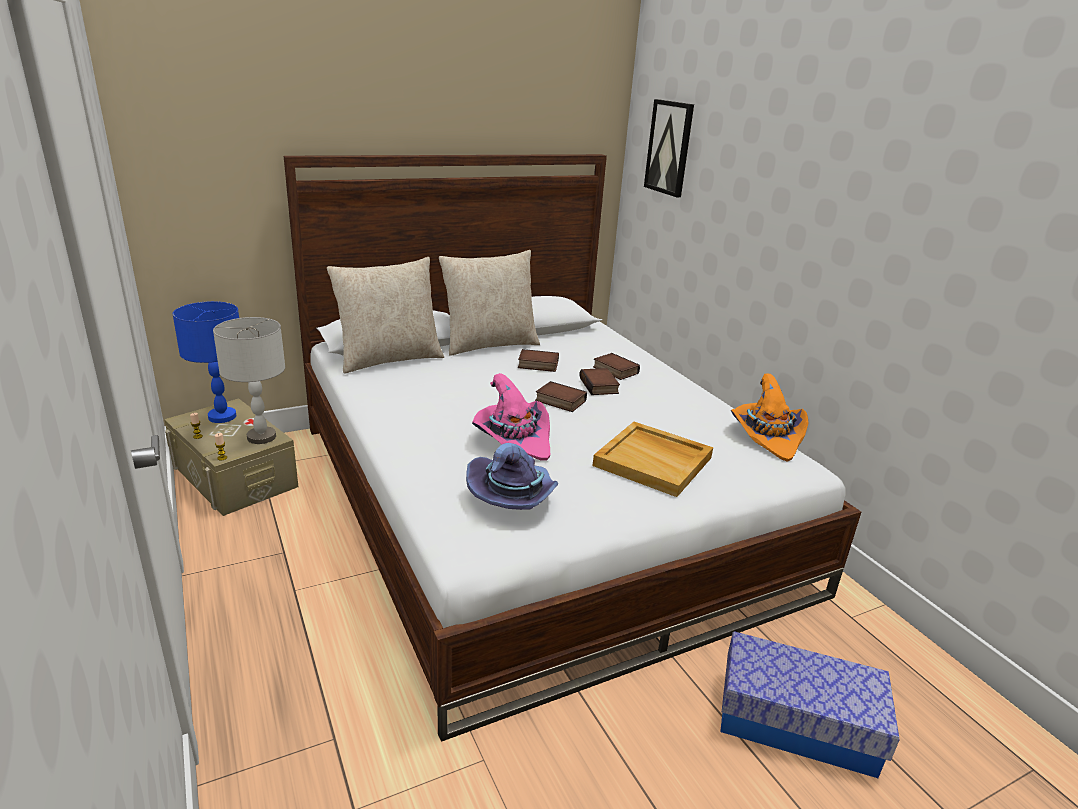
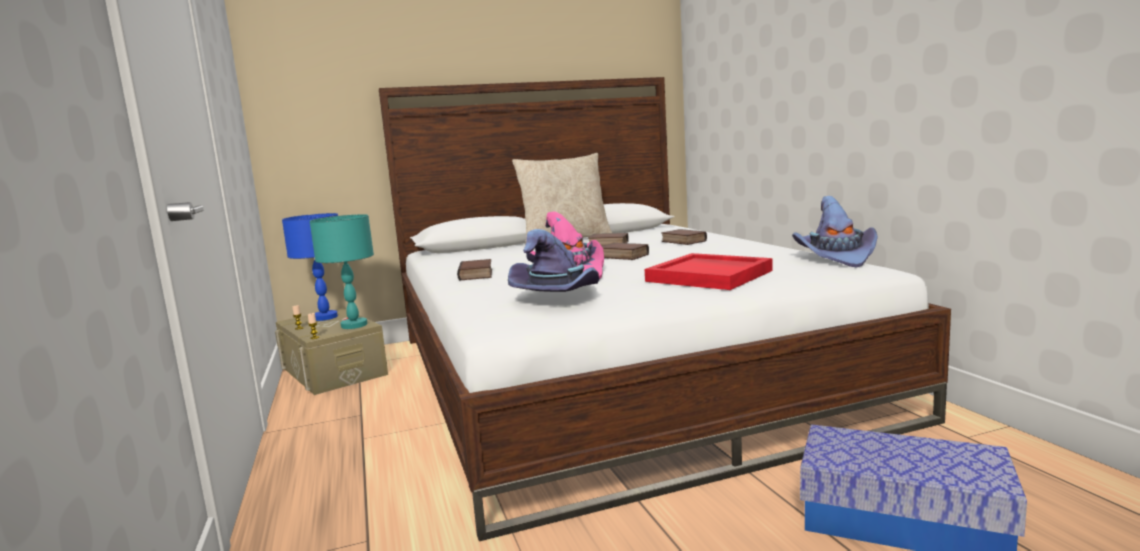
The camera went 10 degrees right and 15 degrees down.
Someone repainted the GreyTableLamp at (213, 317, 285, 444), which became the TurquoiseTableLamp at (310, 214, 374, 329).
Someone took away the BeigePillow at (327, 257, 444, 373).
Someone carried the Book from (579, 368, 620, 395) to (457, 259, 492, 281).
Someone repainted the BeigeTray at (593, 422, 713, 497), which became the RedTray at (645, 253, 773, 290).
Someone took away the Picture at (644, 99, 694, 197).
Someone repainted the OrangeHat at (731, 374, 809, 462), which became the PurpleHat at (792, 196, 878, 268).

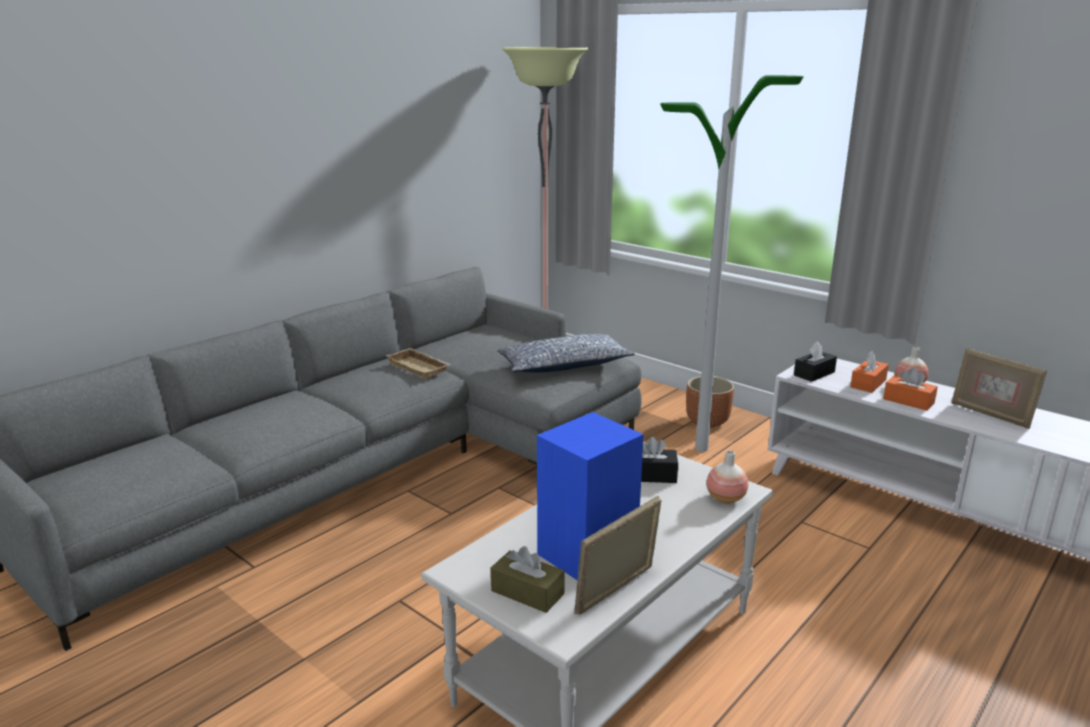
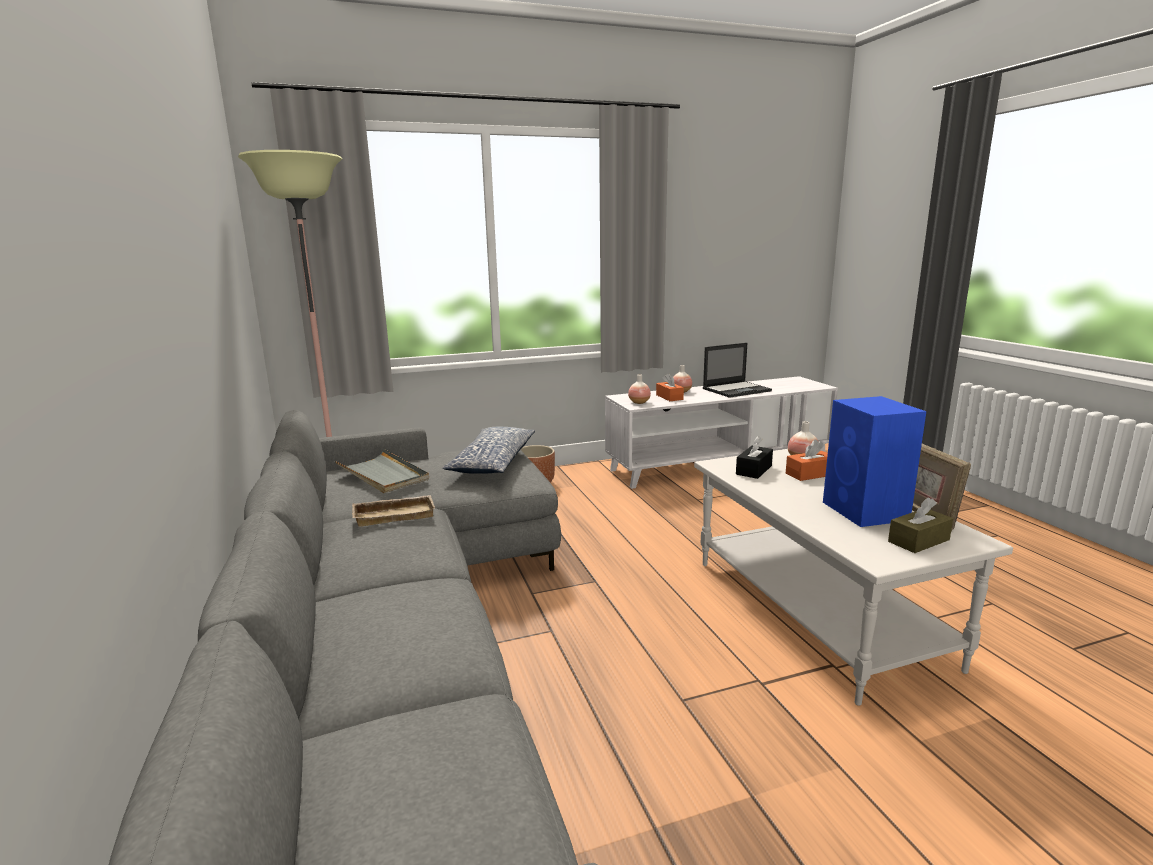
The camera went 60 degrees left and 5 degrees down.
Someone took away the FloorLamp at (660, 75, 804, 452).
Someone swapped the BlackTissueBox at (794, 341, 837, 382) for the Vase at (628, 374, 651, 404).
Someone carried the OrangeTissueBox from (883, 368, 938, 411) to (786, 439, 828, 481).
Someone swapped the PictureFrame at (951, 348, 1047, 429) for the Laptop at (703, 343, 772, 398).
Someone put down the GreyTray at (335, 449, 429, 493).

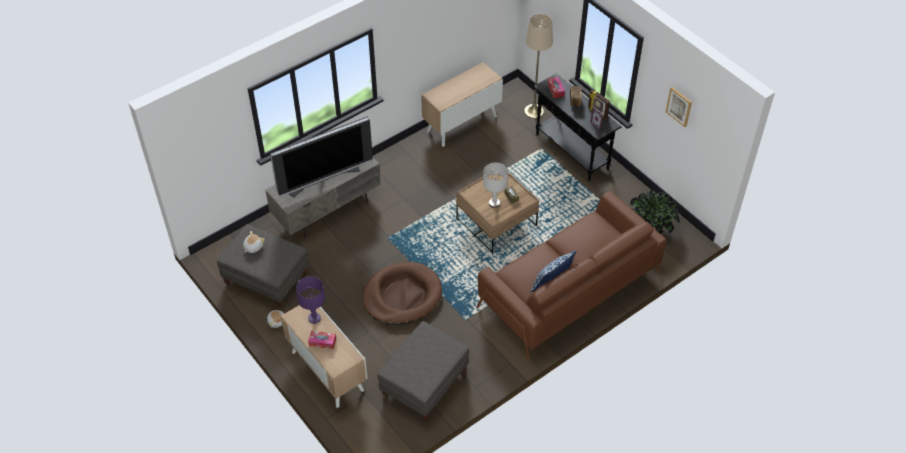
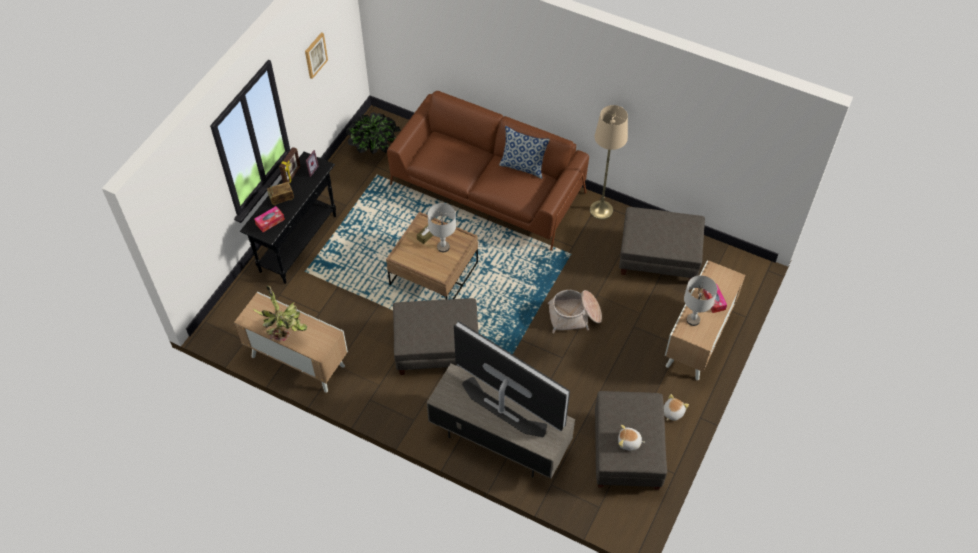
The camera went 115 degrees left and 5 degrees up.
Someone repainted the PurpleTableLamp at (296, 276, 325, 324), which became the GreyTableLamp at (684, 275, 717, 326).
Someone swapped the BrownDogBed at (362, 262, 442, 325) for the Basket at (548, 290, 602, 333).
Someone carried the BeigeFloorLamp from (524, 14, 553, 119) to (590, 105, 628, 220).
Someone put down the PottedPlant at (253, 286, 307, 342).
Someone put down the GreyOttoman at (393, 298, 479, 375).

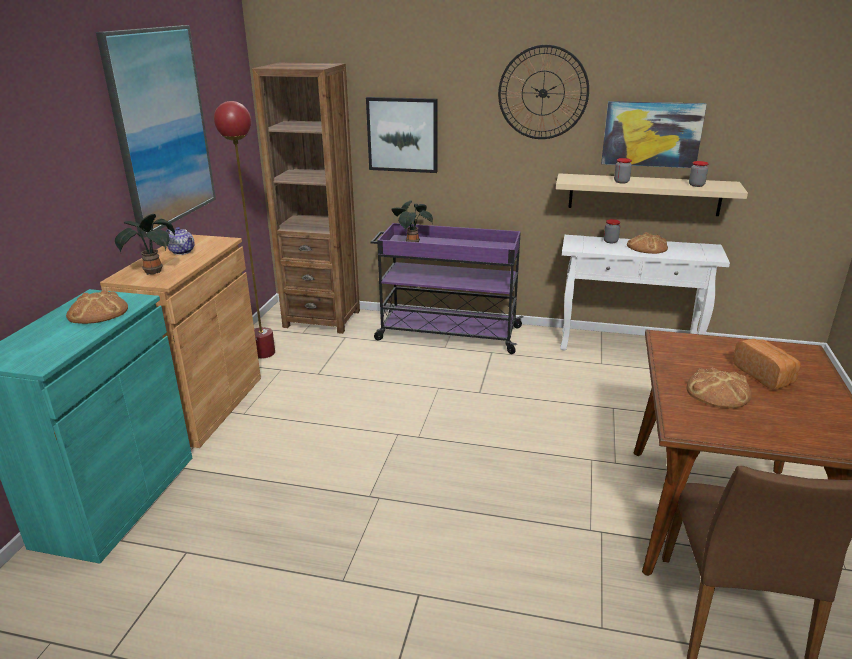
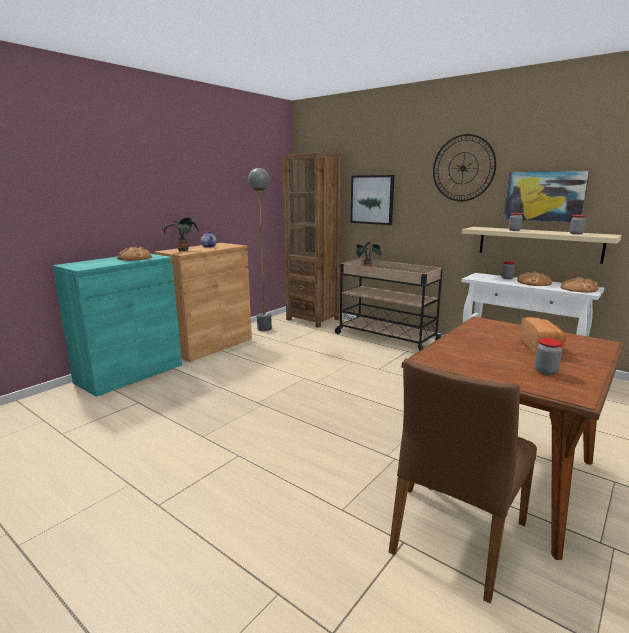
The camera went 25 degrees right and 10 degrees down.
Someone took away the Picture at (96, 25, 216, 238).
Someone repainted the RedFloorLamp at (214, 101, 275, 359), which became the GreyFloorLamp at (248, 168, 272, 331).
Someone repainted the PurpleCart at (371, 223, 523, 354), which became the BeigeCart at (335, 258, 444, 351).
Someone carried the Bread from (686, 368, 752, 408) to (560, 277, 598, 293).
Someone put down the Jar at (534, 338, 562, 375).

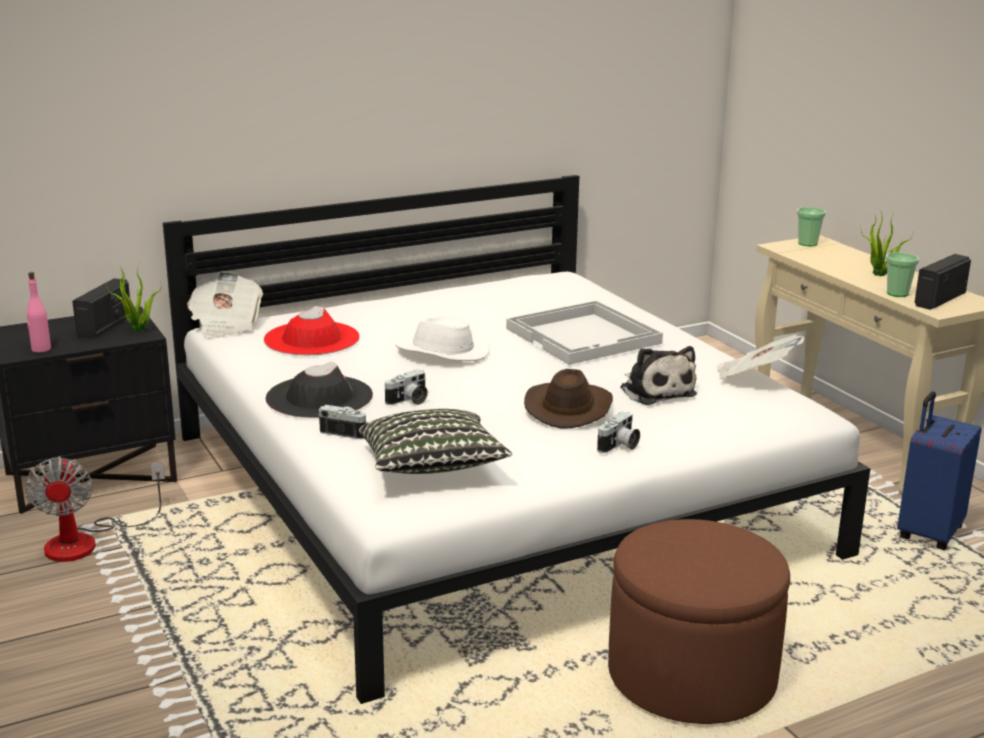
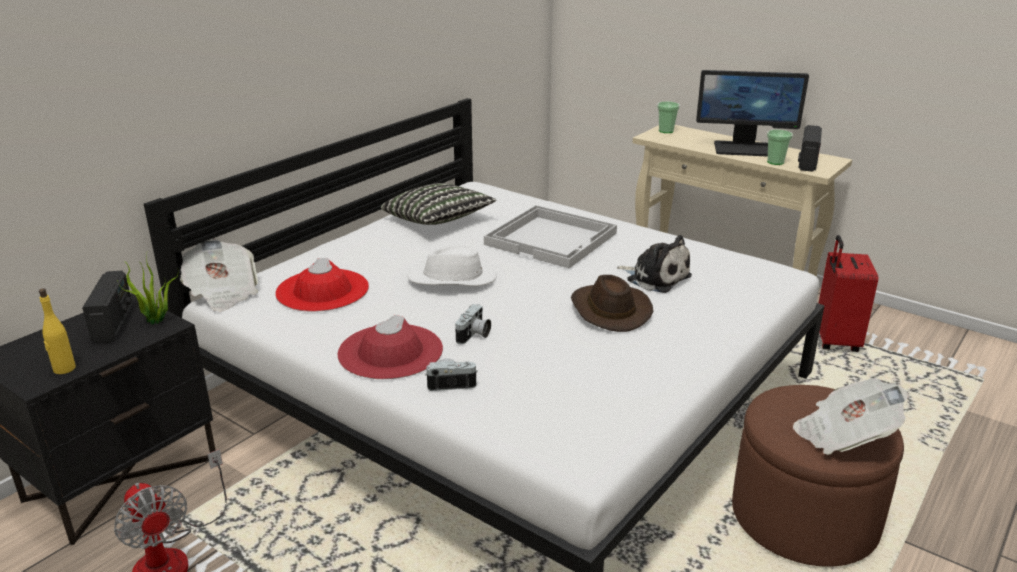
The camera went 25 degrees left and 5 degrees up.
Someone repainted the PinkBottle at (27, 272, 51, 352), which became the YellowBottle at (39, 288, 76, 374).
Someone repainted the BlackHat at (266, 362, 373, 418), which became the RedHat at (338, 315, 443, 379).
Someone carried the Pillow from (359, 409, 512, 474) to (381, 183, 497, 225).
Someone took away the PhotoCamera at (597, 411, 640, 453).
Someone carried the Newspaper from (717, 334, 804, 379) to (793, 378, 909, 455).
Someone swapped the PottedPlant at (861, 210, 913, 276) for the Monitor at (696, 70, 809, 157).
Someone repainted the BlueSuitcase at (897, 392, 981, 550), which became the RedSuitcase at (818, 235, 878, 352).

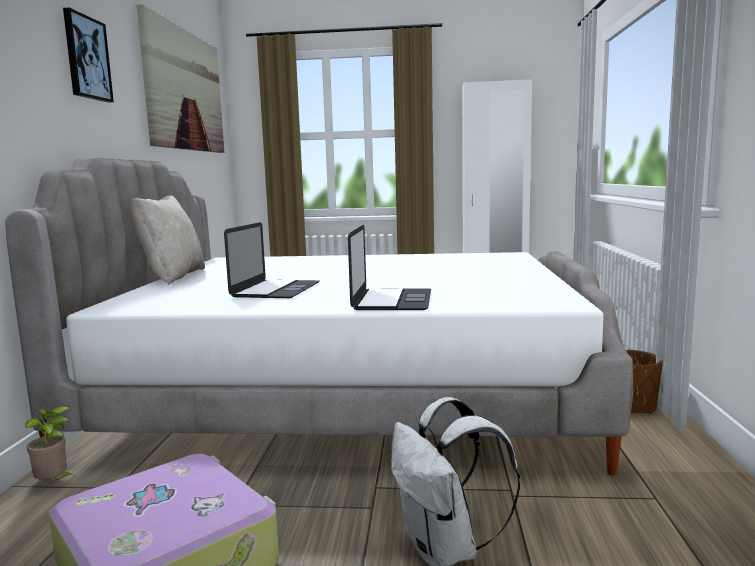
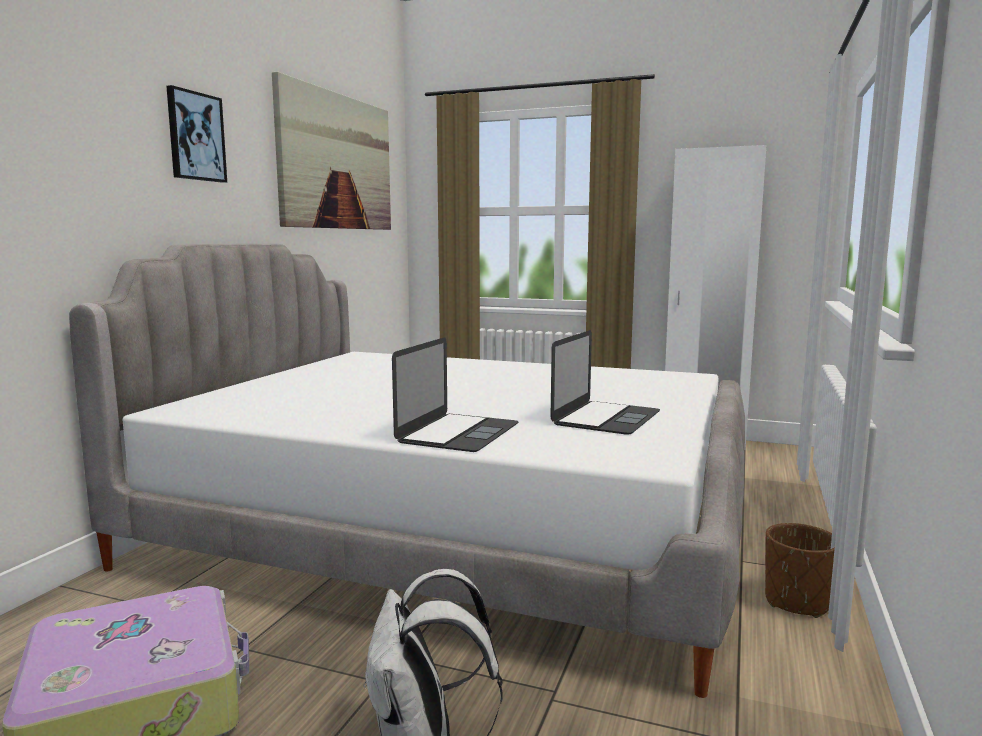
The camera went 15 degrees right and 0 degrees up.
Someone took away the PottedPlant at (25, 406, 77, 480).
Someone took away the BeigePillow at (130, 195, 205, 285).
Someone carried the Laptop from (224, 222, 320, 298) to (551, 330, 660, 435).

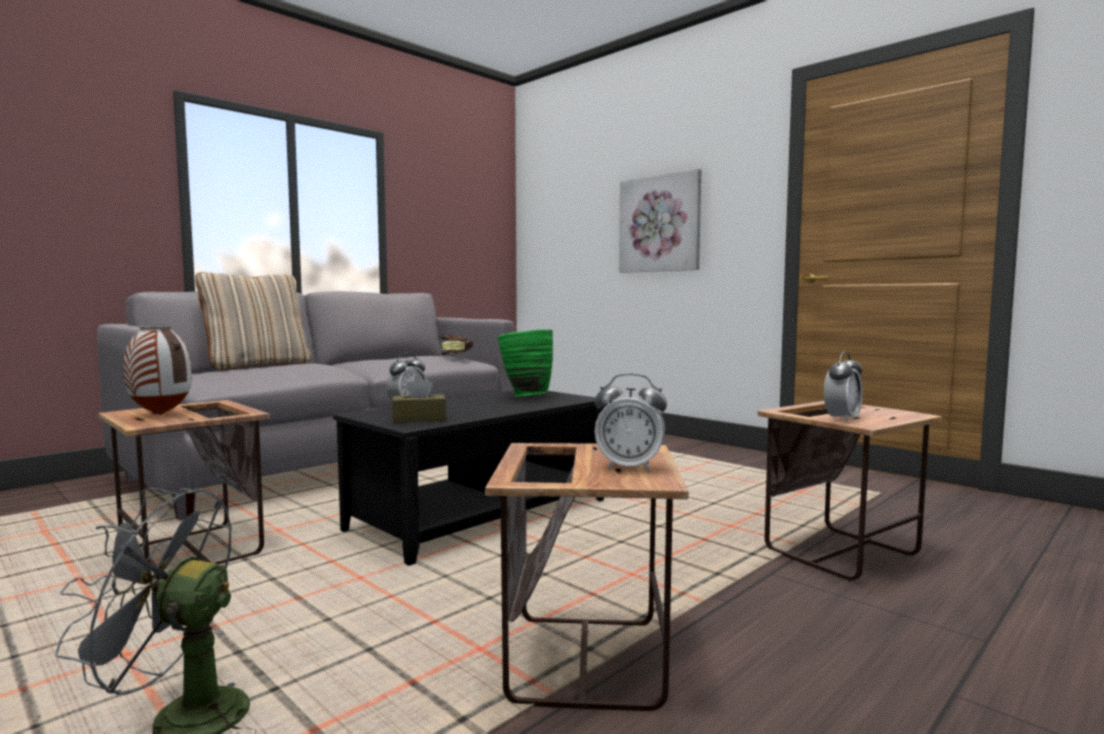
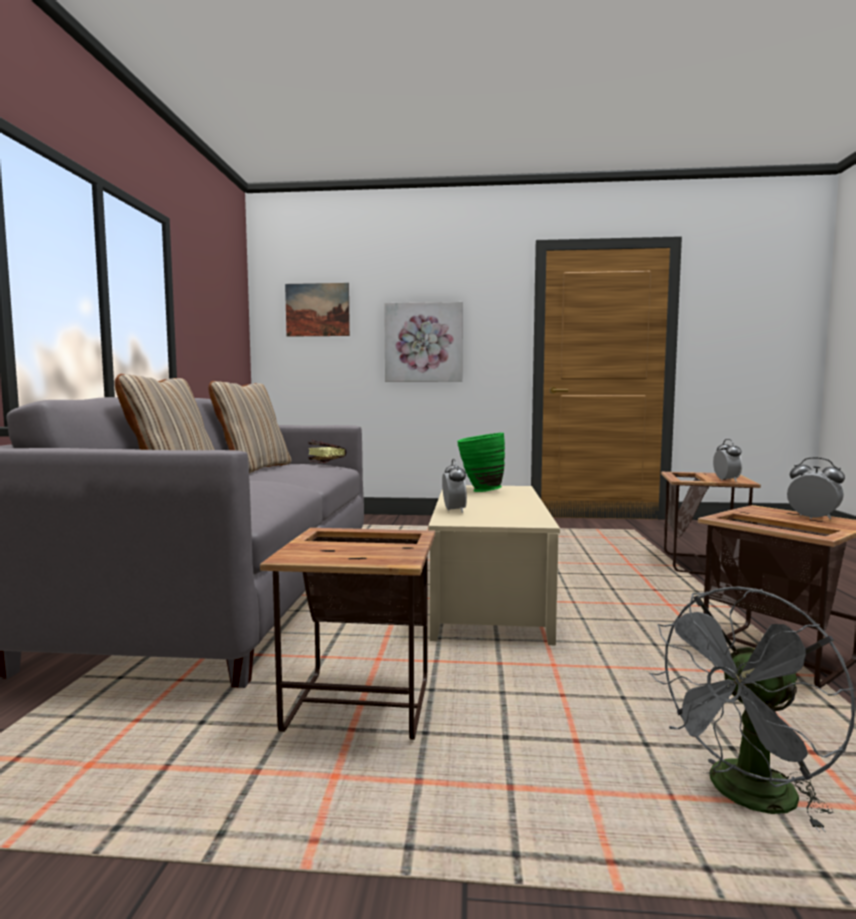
The camera went 40 degrees left and 0 degrees up.
Someone took away the Vase at (124, 325, 192, 415).
Someone repainted the BlackCoffeeTable at (333, 390, 605, 566), which became the BeigeCoffeeTable at (428, 485, 560, 645).
Someone took away the BrownTissueBox at (392, 376, 446, 423).
Someone rotated the AlarmClock at (595, 373, 667, 472) by 105 degrees counterclockwise.
Someone put down the BeigePillow at (208, 381, 292, 473).
Someone put up the Picture at (285, 283, 350, 337).

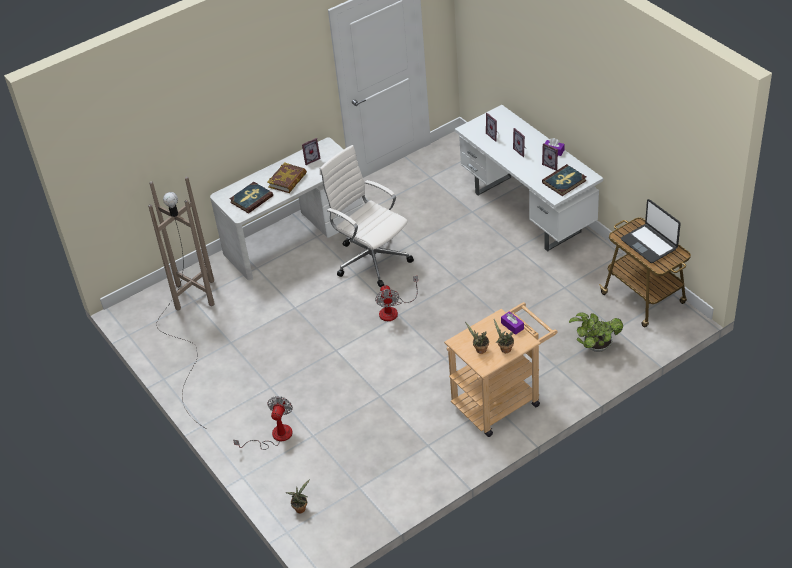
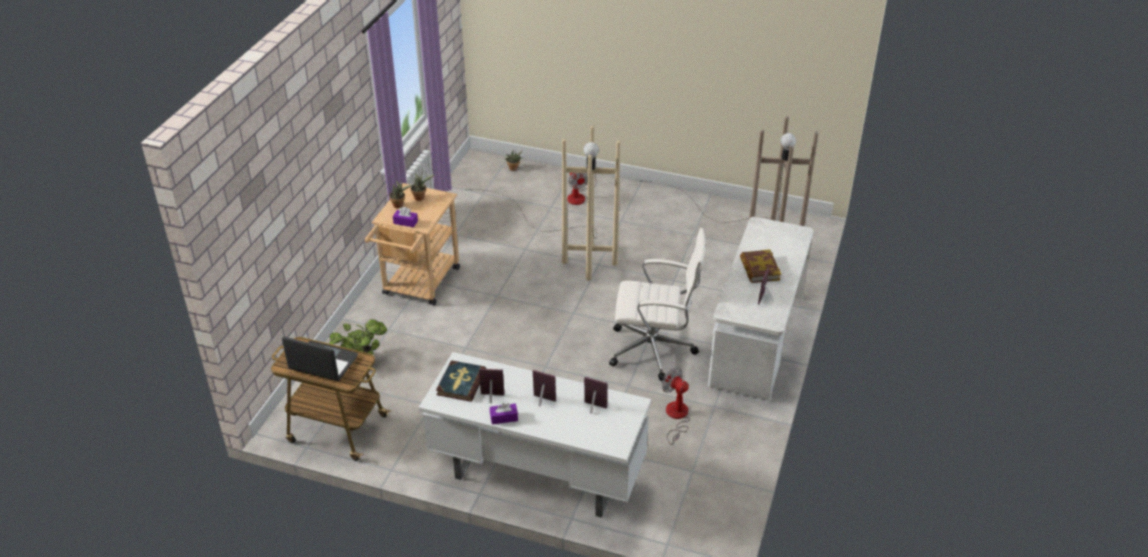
The camera went 140 degrees right and 5 degrees down.
Someone took away the Book at (230, 182, 273, 213).
Someone carried the Fan from (375, 276, 418, 321) to (662, 368, 690, 445).
Someone put down the BeigeFloorLamp at (473, 125, 620, 281).

